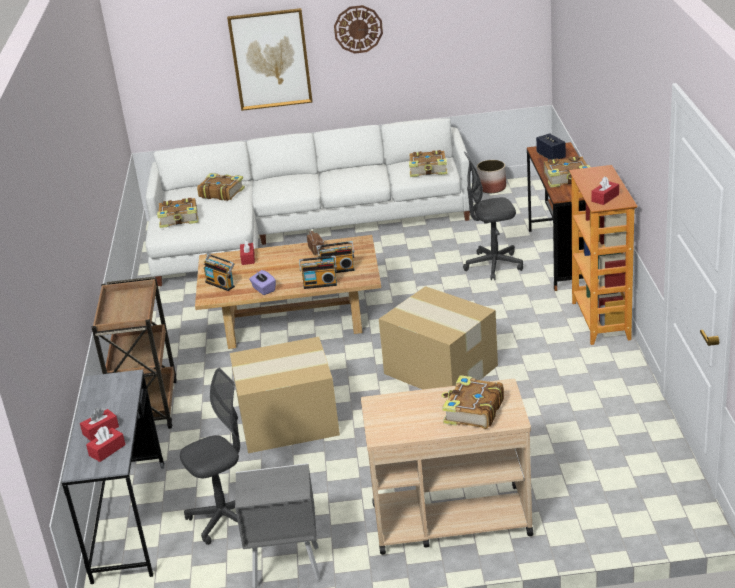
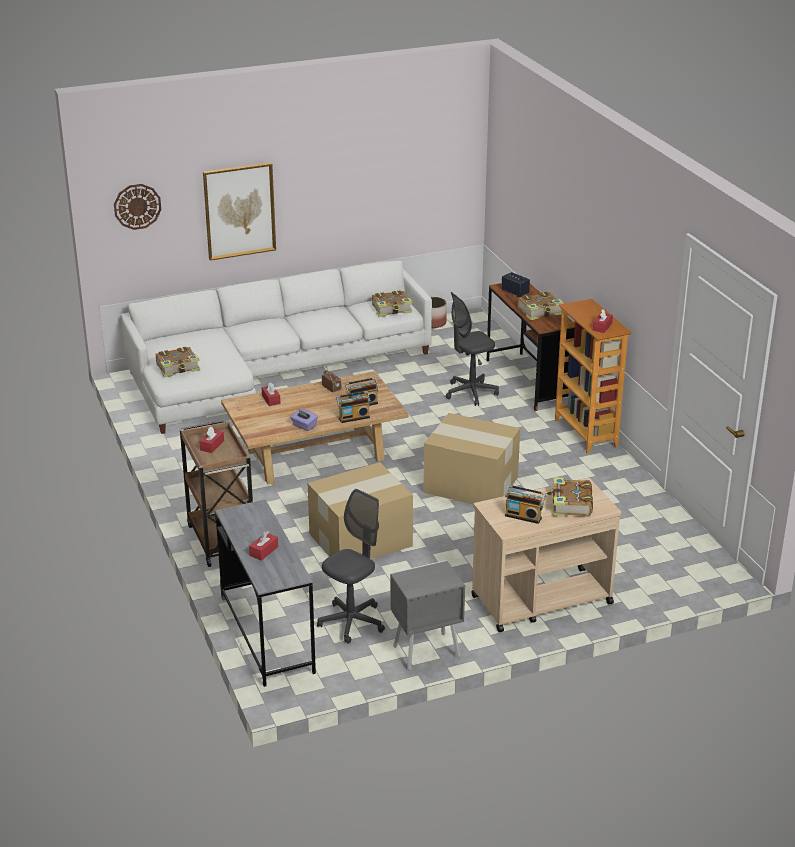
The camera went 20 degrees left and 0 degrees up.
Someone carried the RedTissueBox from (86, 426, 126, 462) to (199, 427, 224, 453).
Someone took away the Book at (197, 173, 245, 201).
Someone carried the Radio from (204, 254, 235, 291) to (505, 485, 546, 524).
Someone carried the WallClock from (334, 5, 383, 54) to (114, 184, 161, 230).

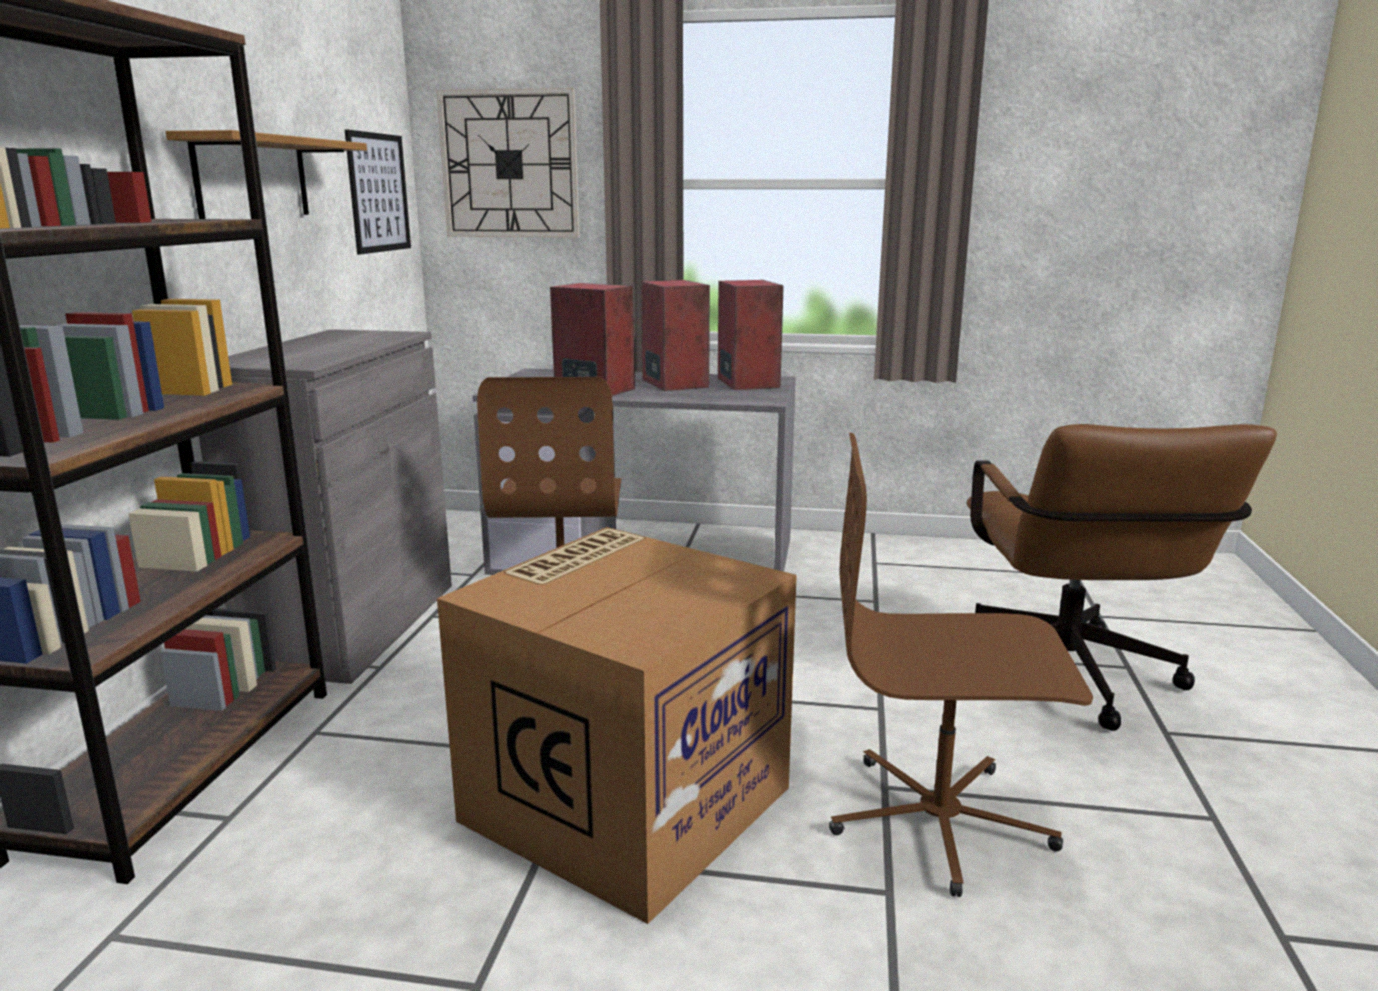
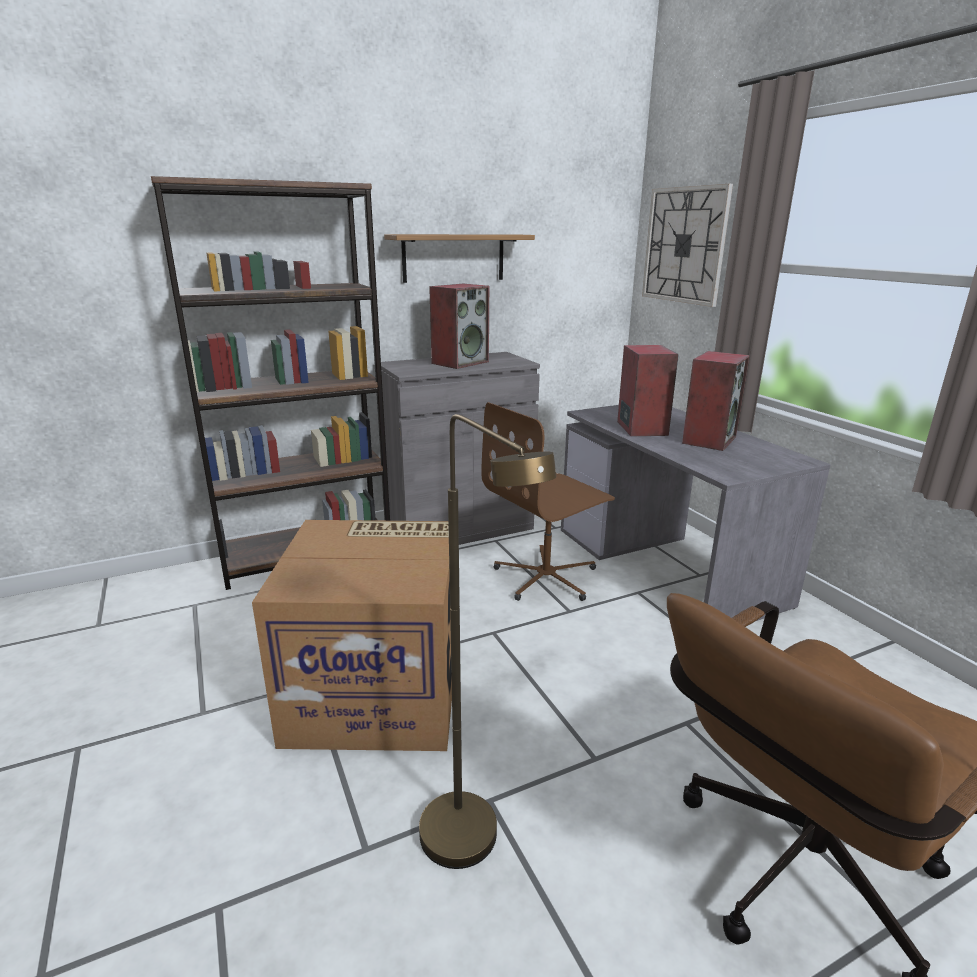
The camera went 55 degrees right and 5 degrees up.
Someone took away the Picture at (345, 130, 411, 255).
Someone carried the Speaker from (718, 280, 784, 390) to (429, 284, 489, 369).
Someone swapped the BrownOfficeChair at (829, 433, 1093, 897) for the BrownFloorLamp at (419, 414, 556, 869).

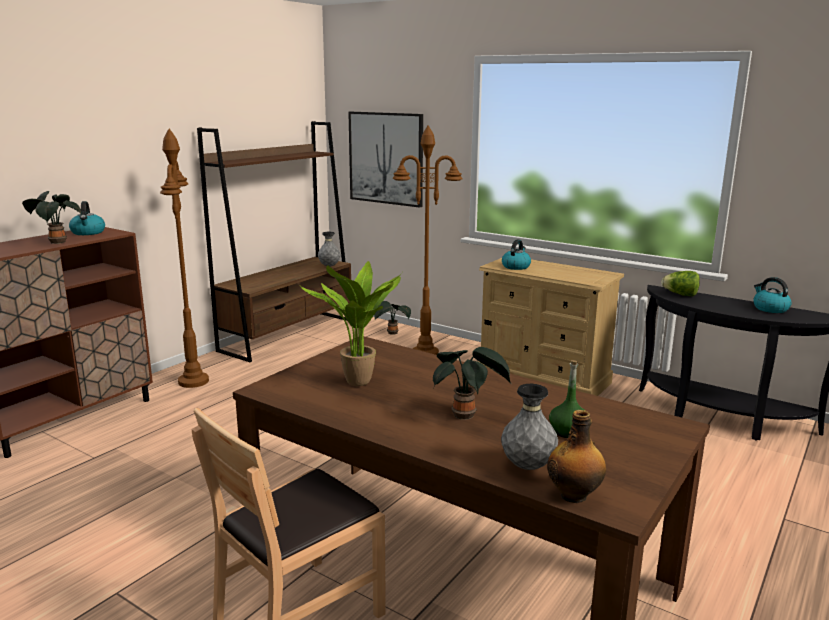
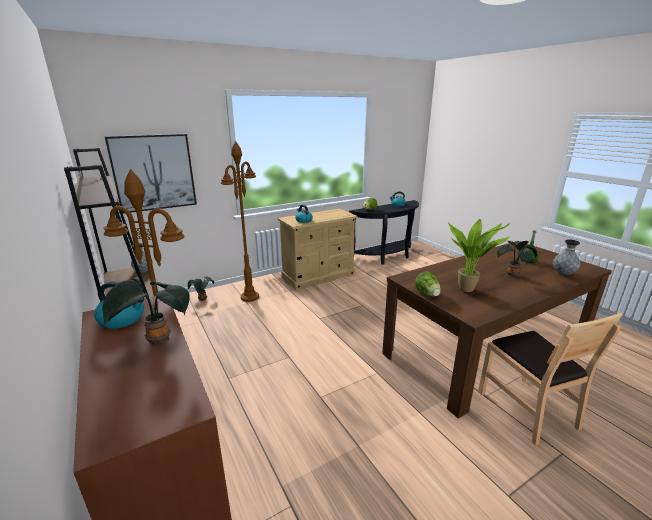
The camera went 65 degrees left and 5 degrees up.
Someone took away the Bottle at (547, 410, 606, 503).
Someone put down the Lettuce at (415, 271, 441, 297).

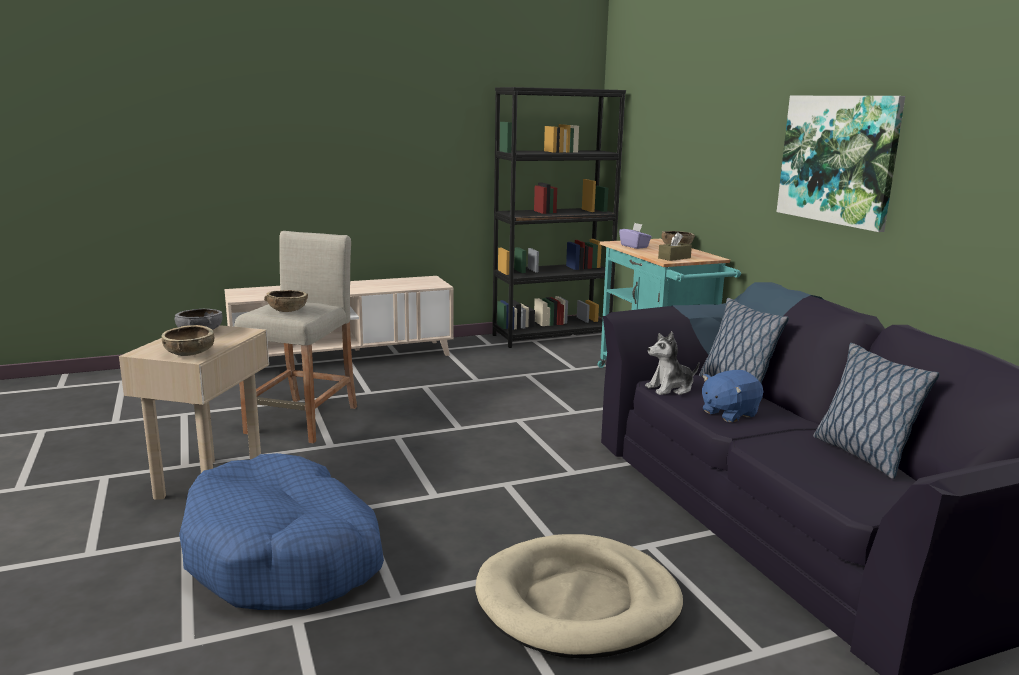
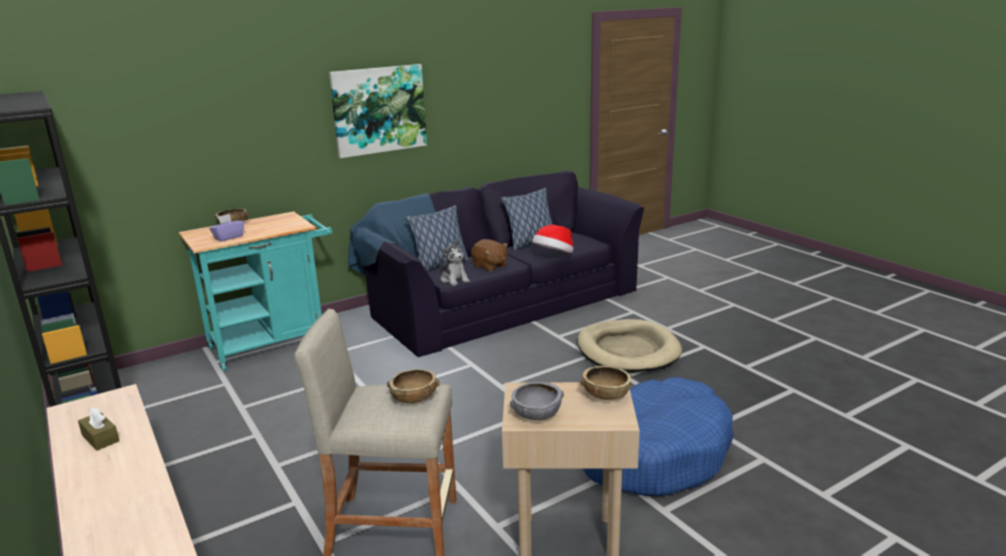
The camera went 100 degrees left and 5 degrees up.
Someone carried the BrownTissueBox from (658, 232, 692, 261) to (78, 407, 120, 451).
Someone repainted the BluePlushToy at (702, 370, 763, 422), which became the BrownPlushToy at (471, 239, 508, 271).
Someone put down the Hat at (532, 225, 573, 253).

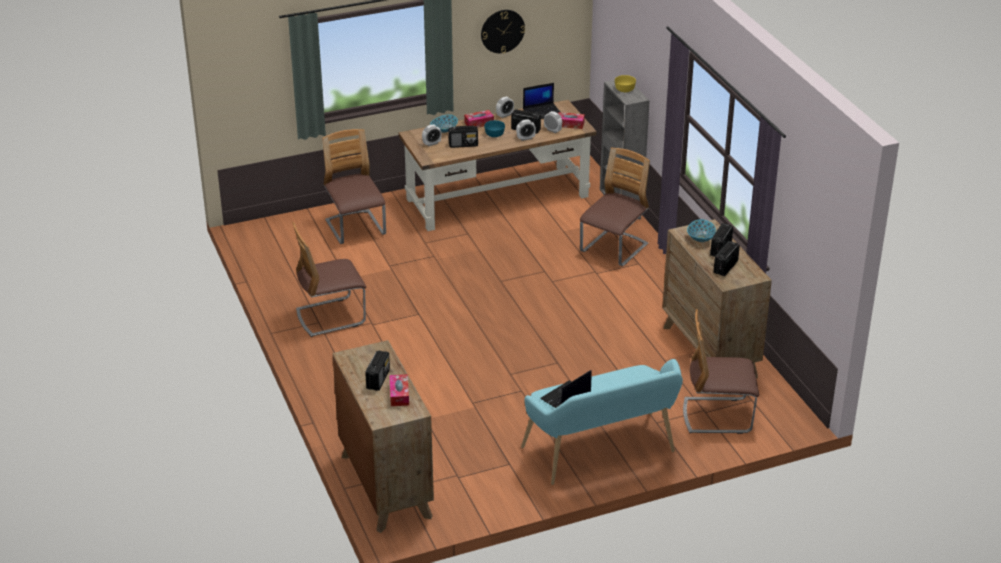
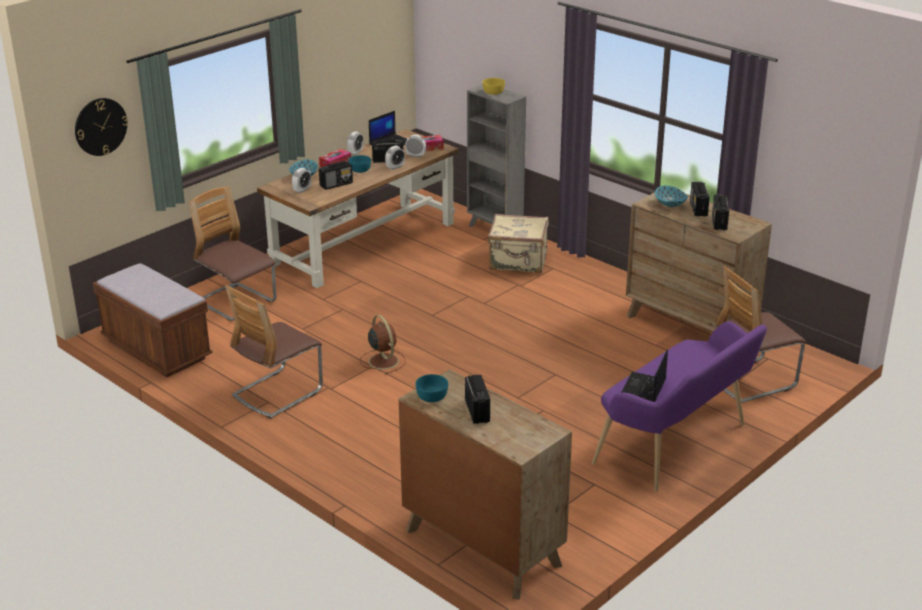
The camera went 25 degrees left and 5 degrees down.
Someone took away the TissueBox at (389, 374, 409, 406).
Someone carried the WallClock from (481, 10, 525, 53) to (75, 98, 128, 156).
Someone repainted the TurquoiseBench at (521, 359, 683, 485), which became the PurpleBench at (592, 321, 767, 492).
Someone swapped the Chair at (580, 148, 650, 266) for the BeigeSuitcase at (488, 214, 549, 273).
Someone put down the BrownBench at (93, 263, 213, 377).
Someone put down the BrownFan at (360, 315, 406, 374).
Someone put down the TurquoiseBowl at (415, 374, 448, 402).

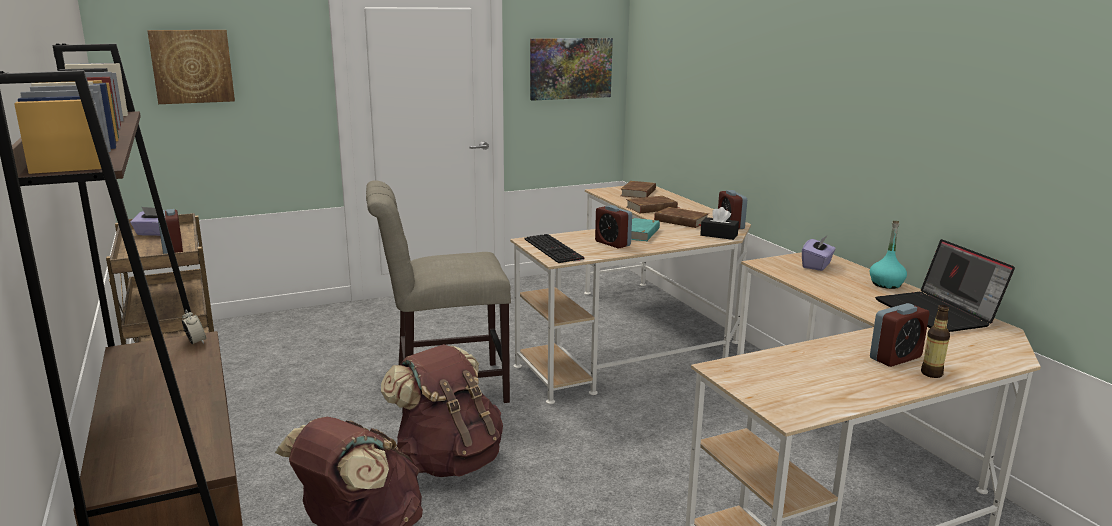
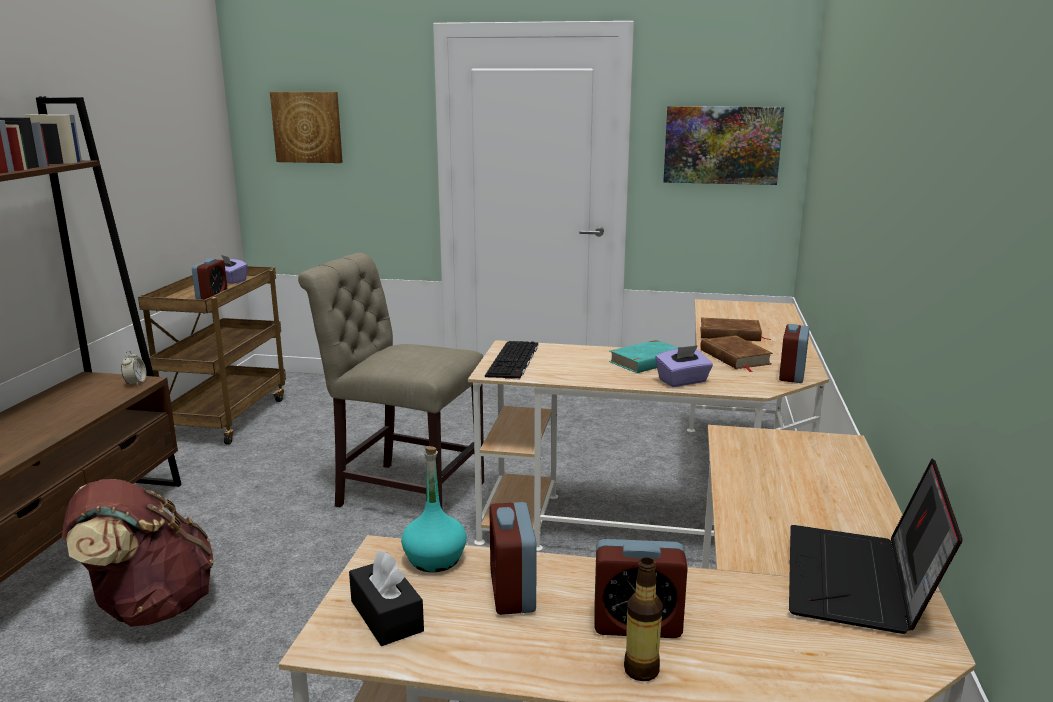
The camera went 35 degrees right and 0 degrees up.
Someone took away the BrownBackpack at (381, 344, 503, 477).
Someone carried the AlarmClock from (595, 205, 632, 249) to (489, 502, 537, 615).
Someone took away the BrownBook at (621, 181, 656, 198).
Someone carried the BlackTissueBox from (700, 207, 739, 240) to (349, 551, 424, 646).
Someone carried the PurpleTissueBox from (802, 236, 836, 271) to (655, 345, 713, 387).
Someone carried the TurquoiseBottle from (870, 221, 907, 289) to (401, 446, 467, 572).

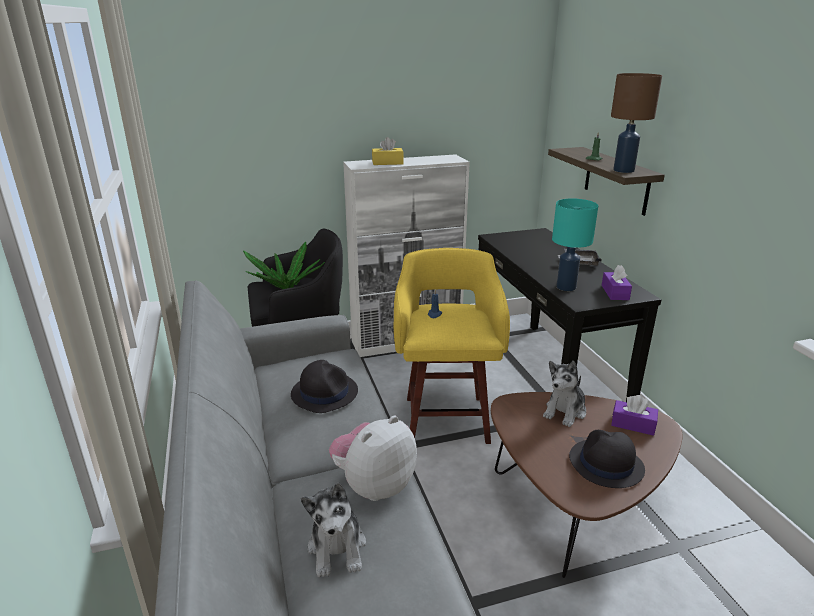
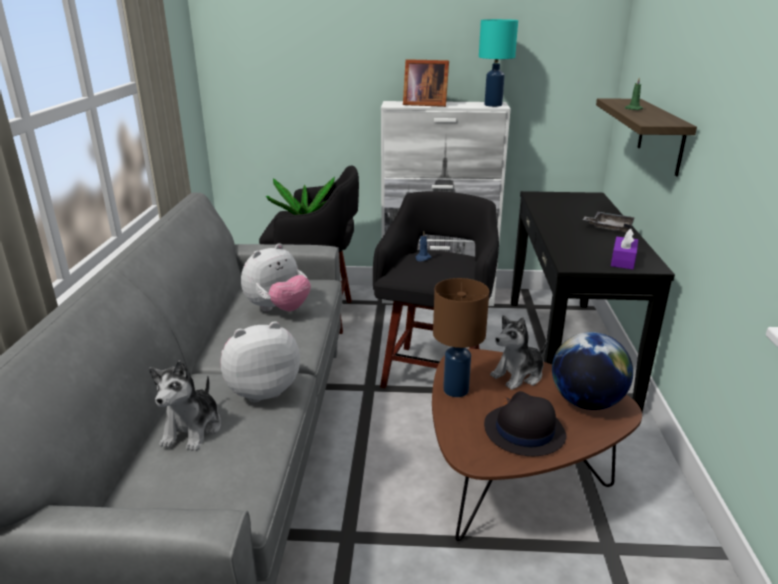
The camera went 20 degrees right and 0 degrees up.
Someone swapped the BlackHat at (291, 360, 358, 413) for the PlushToy at (241, 243, 311, 312).
Someone swapped the YellowTissueBox at (372, 137, 404, 165) for the PictureFrame at (403, 59, 449, 107).
Someone repainted the YellowStool at (394, 248, 510, 444), which became the BlackStool at (373, 191, 499, 388).
Someone carried the TurquoiseTableLamp from (552, 198, 598, 291) to (479, 19, 518, 107).
Someone carried the BrownTableLamp from (611, 73, 662, 173) to (433, 278, 489, 397).
Someone swapped the PurpleTissueBox at (611, 395, 658, 436) for the Globe at (552, 332, 633, 410).

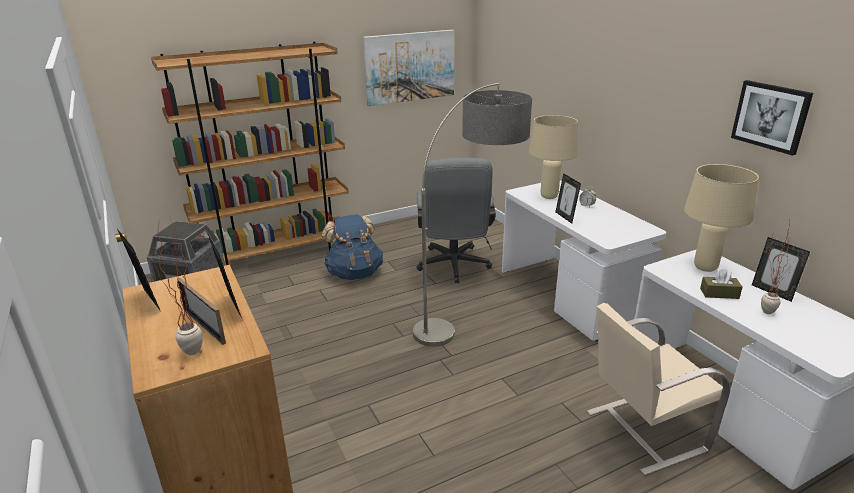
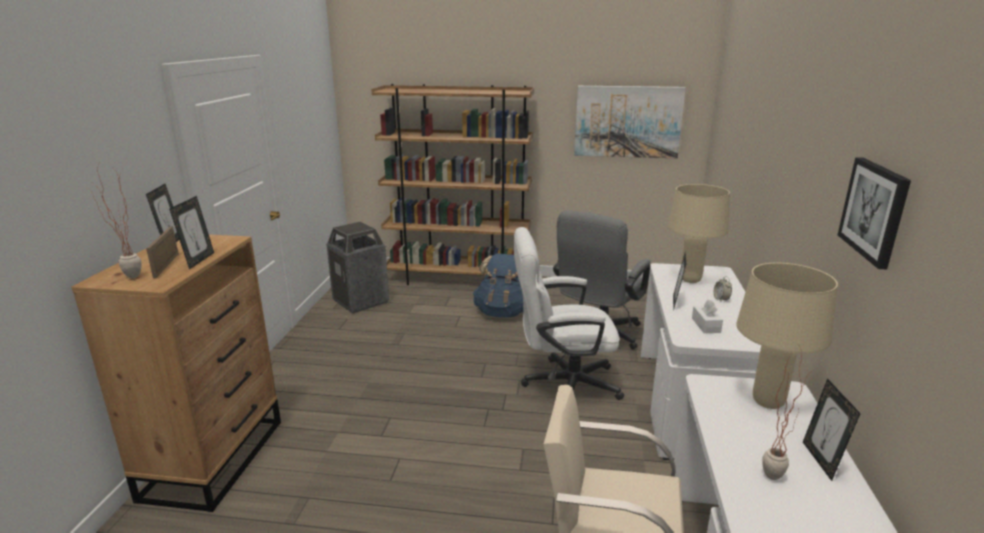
The camera went 35 degrees right and 5 degrees down.
Someone swapped the FloorLamp at (413, 83, 532, 347) for the WhiteOfficeChair at (514, 227, 624, 400).
Someone took away the BrownTissueBox at (700, 269, 742, 299).
Someone put down the WhiteTissueBox at (692, 300, 723, 333).

